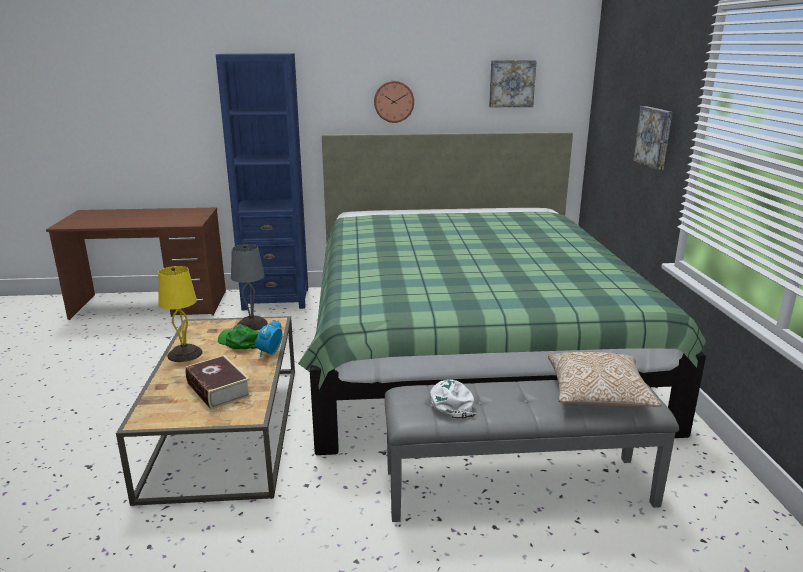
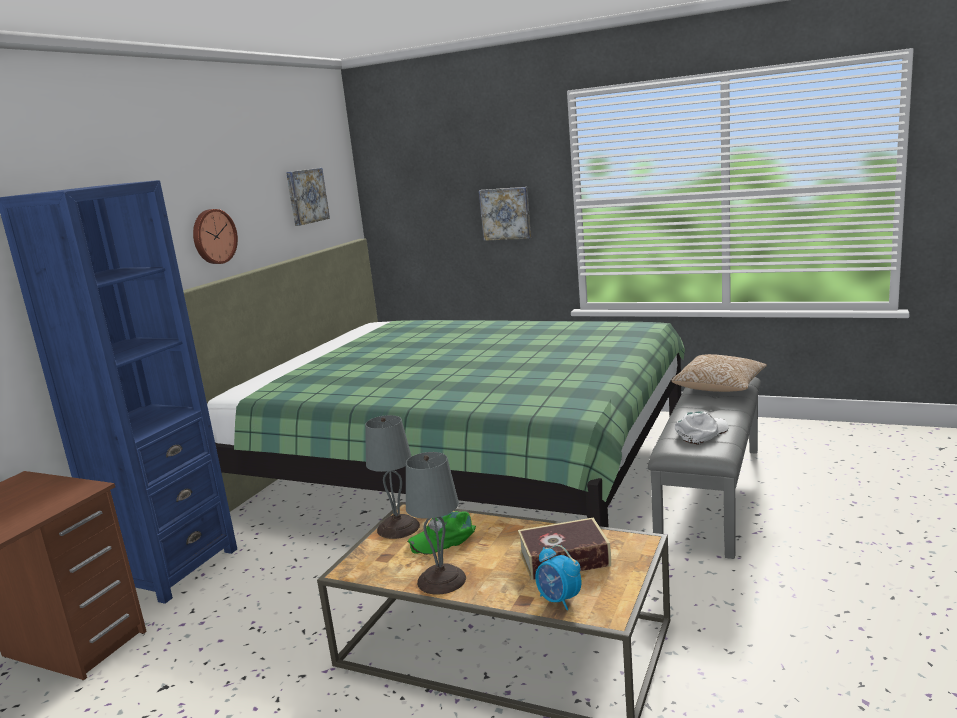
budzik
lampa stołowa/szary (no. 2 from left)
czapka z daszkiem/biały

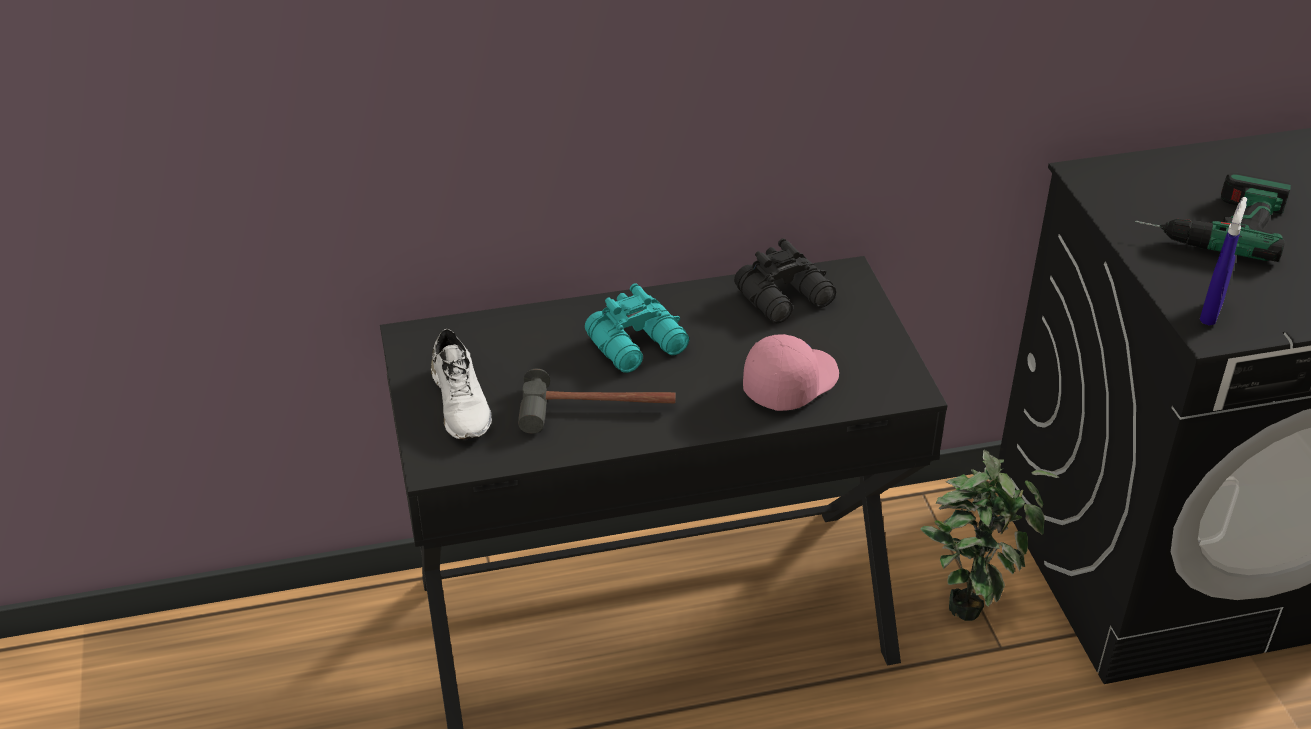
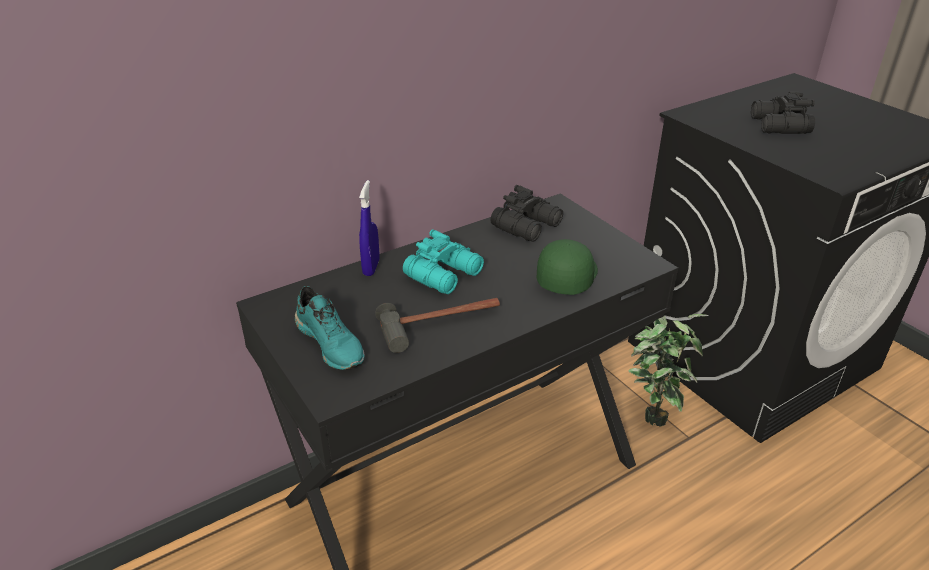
spryskiwacz/niebieski
lornetka/czarny (no. 2 from left)
but/turkusowy
czapka z daszkiem/zielony

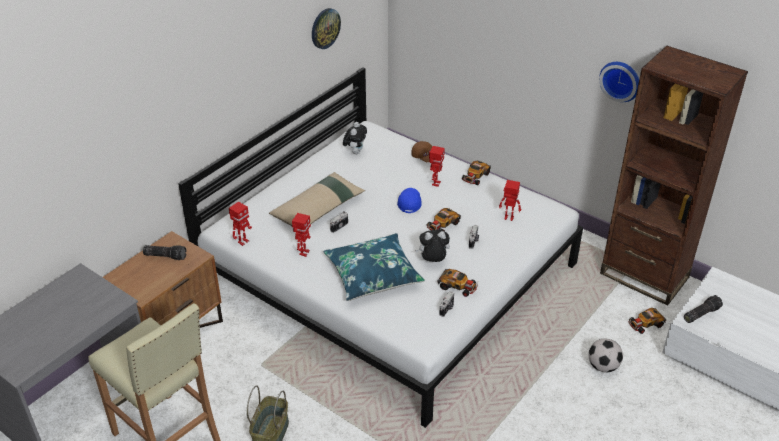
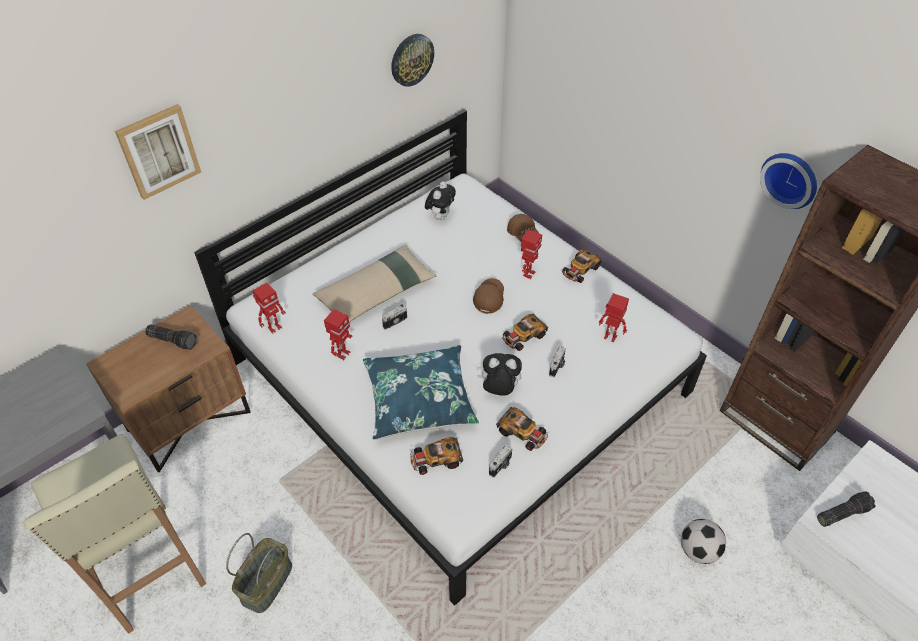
obraz
samochodzik (no. 1 from left)
czapka z daszkiem/brązowy (no. 1 from left)

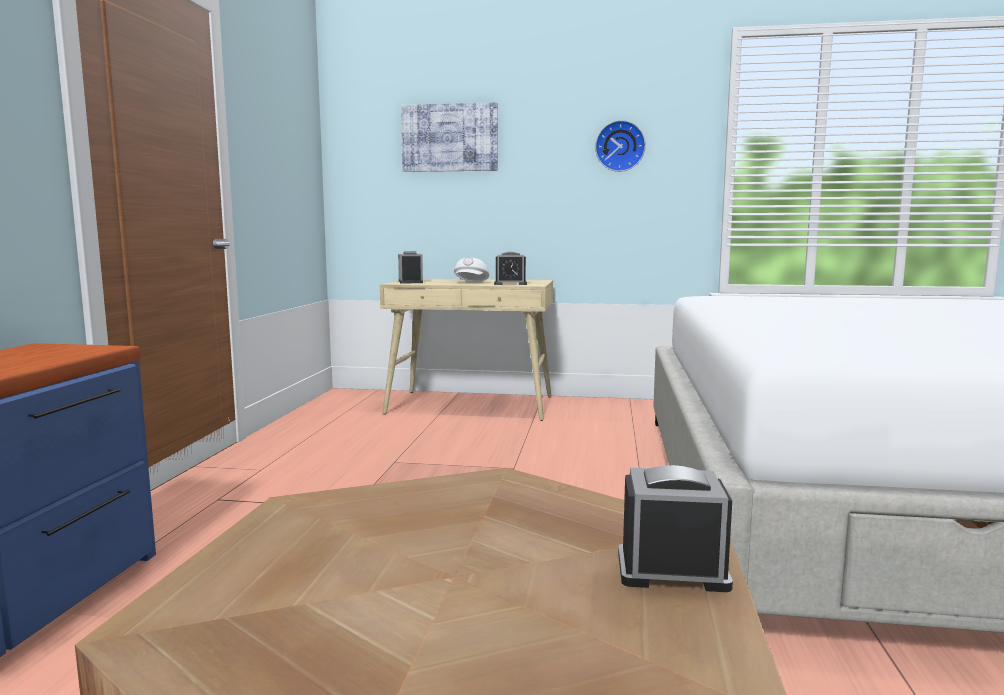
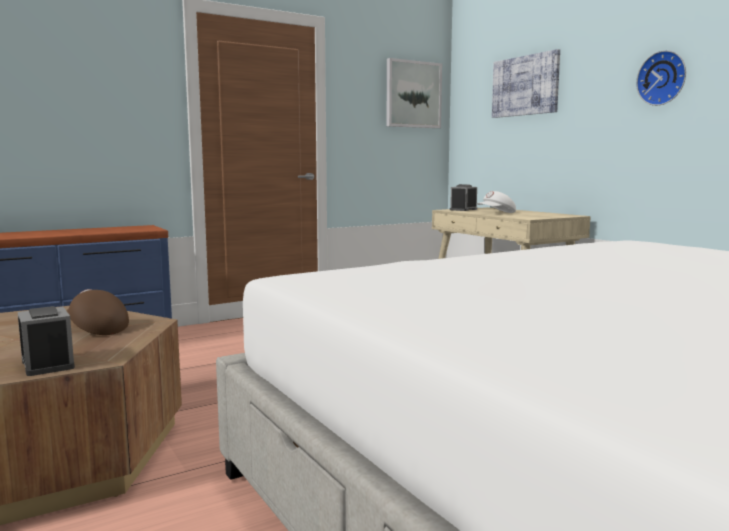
budzik (no. 2 from left in the first image)
czapka z daszkiem/brązowy
obraz (no. 1 from left)

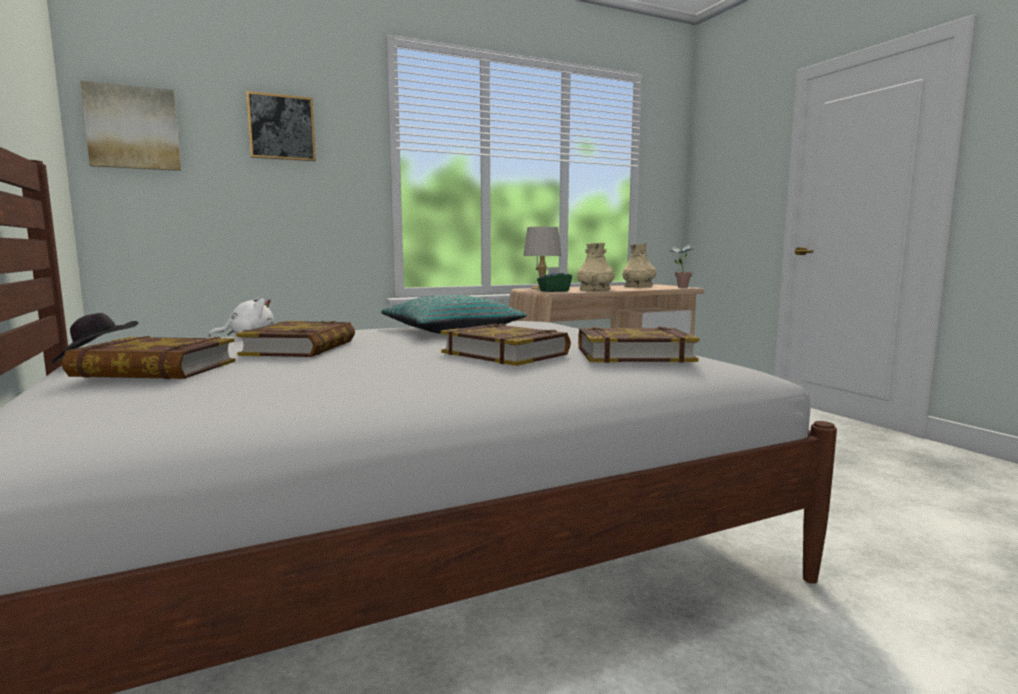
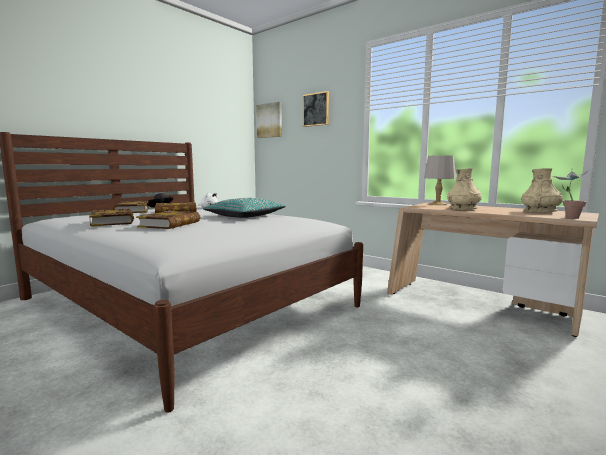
pudełko chusteczek/zielony
książka (no. 1 from left)

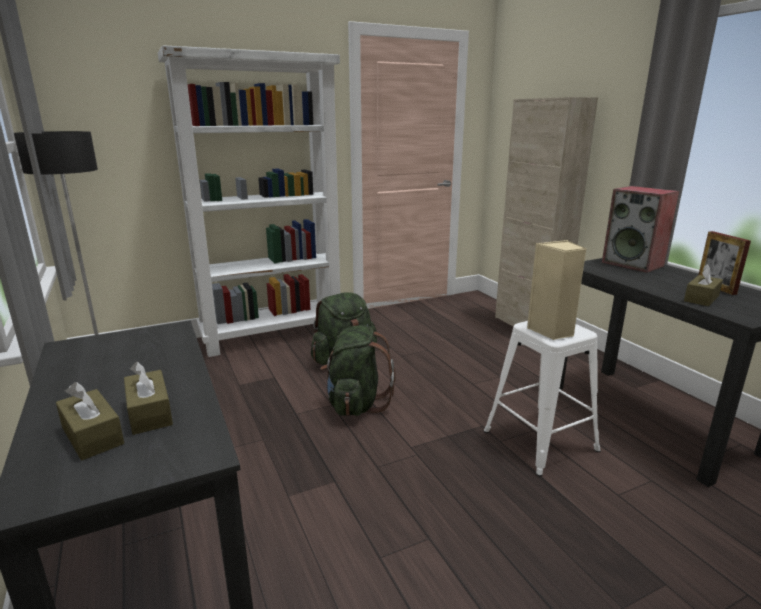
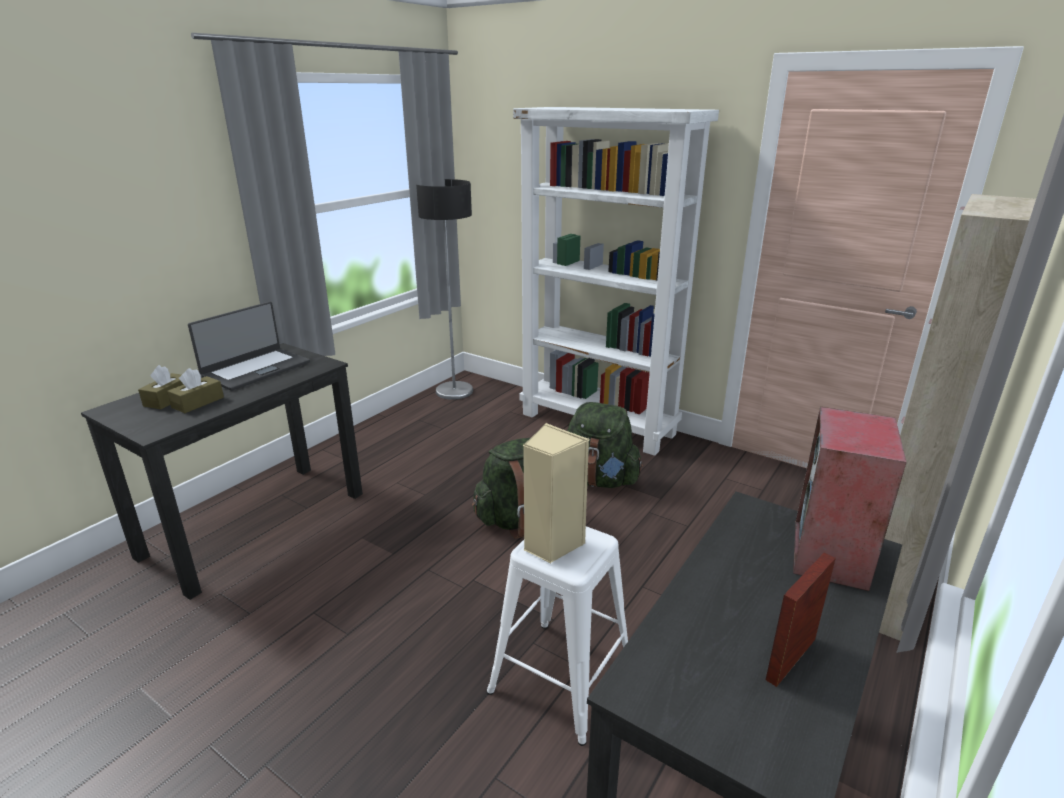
pudełko chusteczek/brązowy (no. 3 from left in the first image)
laptop

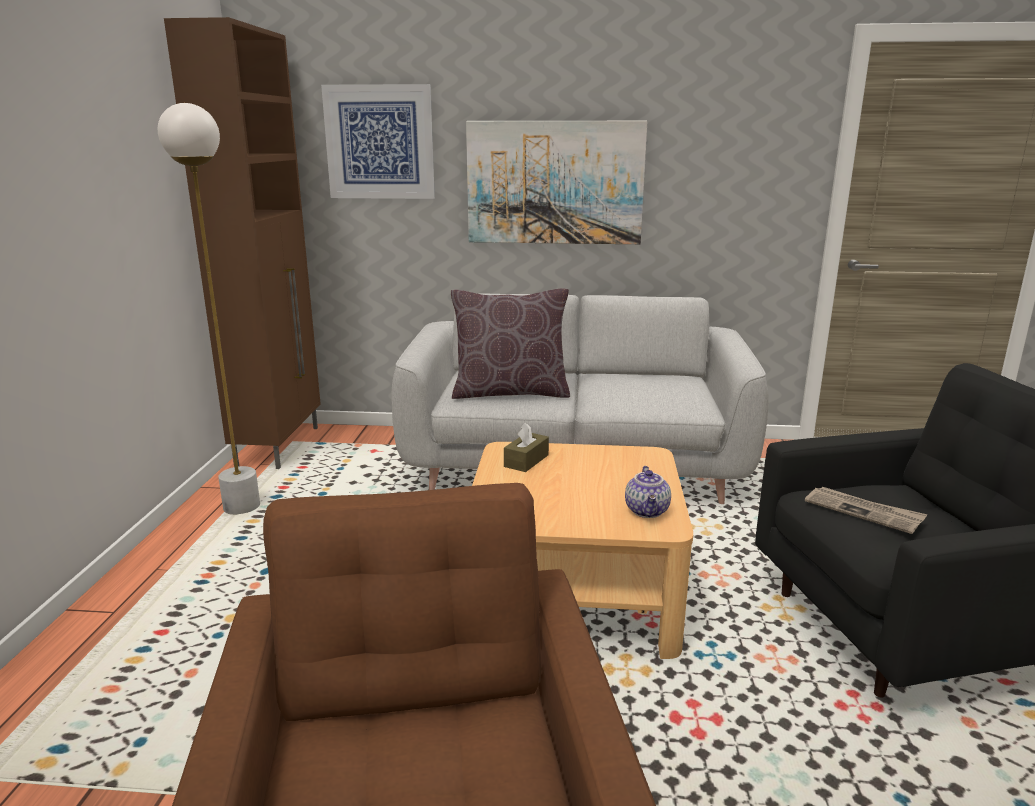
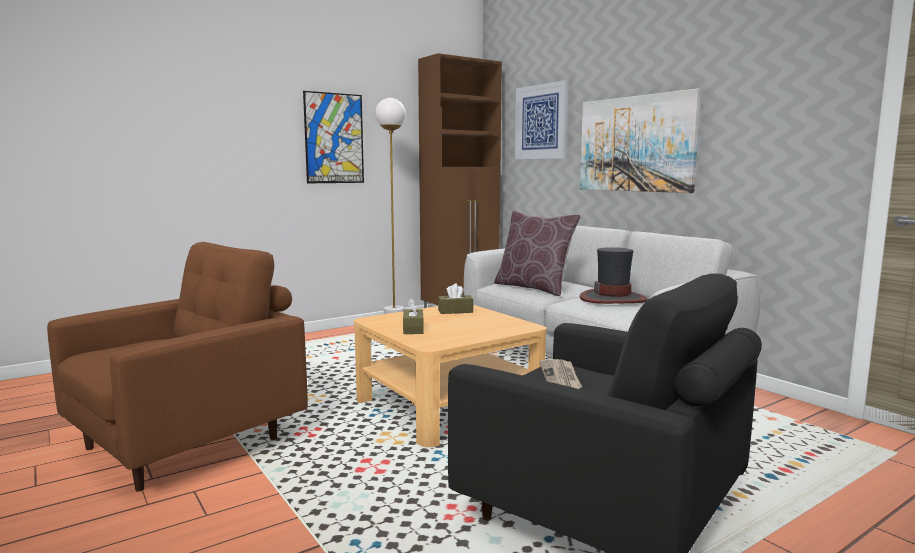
imbryk
obraz (no. 1 from left)
pudełko chusteczek/brązowy (no. 1 from left)
kapelusz

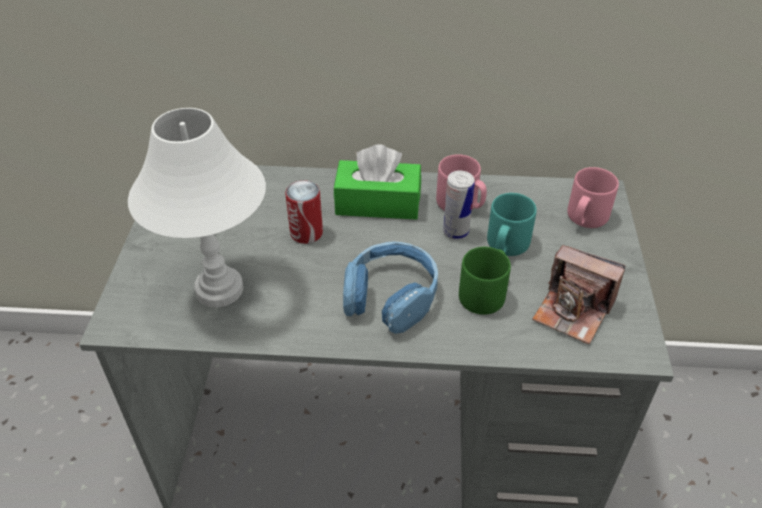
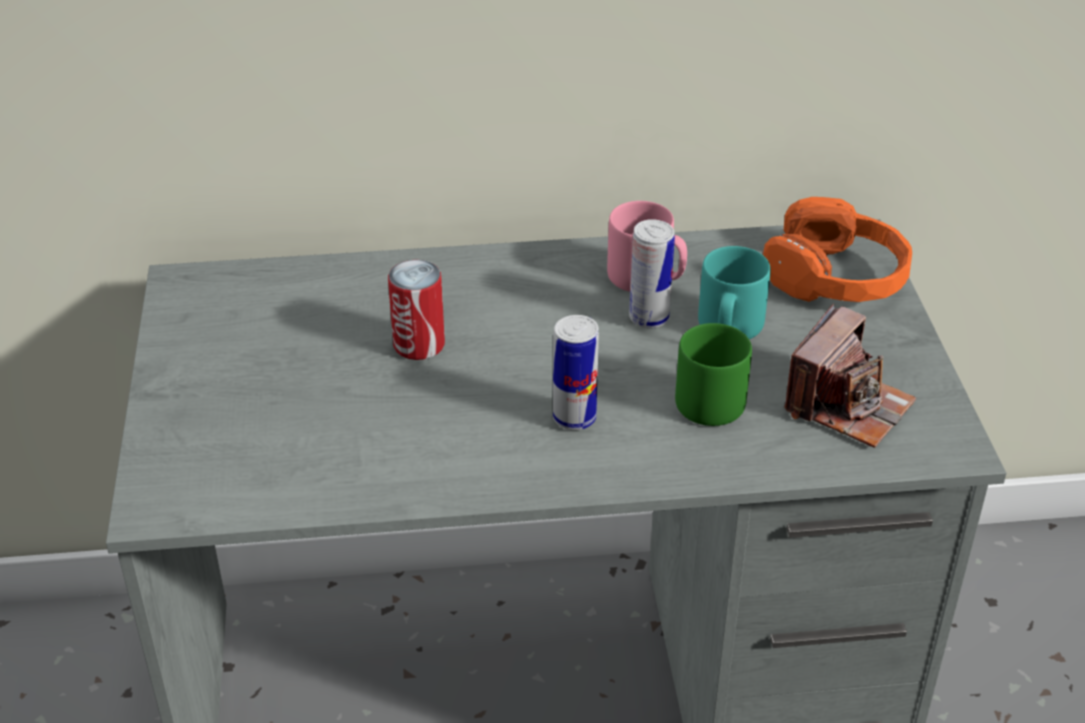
lampa stołowa/biały
pudełko chusteczek/zielony
puszka (no. 2 from left)
słuchawki/pomarańczowy
aparat fotograficzny

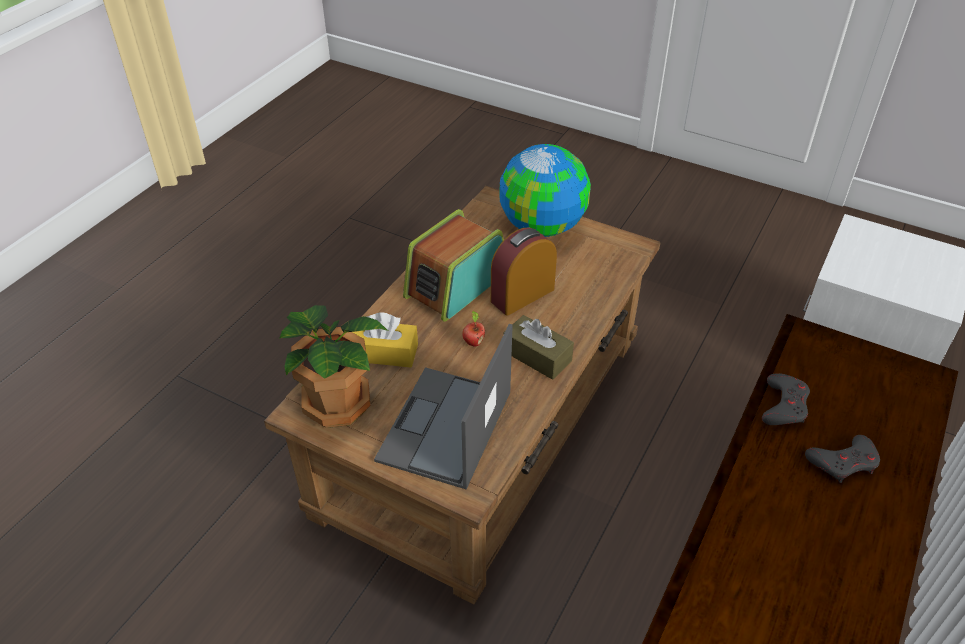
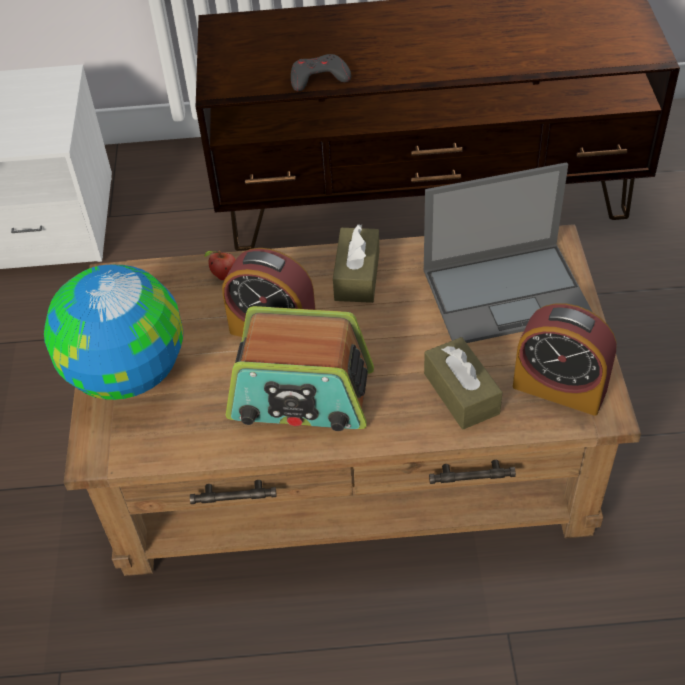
pad do gier/szary (no. 2 from left in the first image)
jabłko
budzik (no. 2 from left)
pudełko chusteczek/brązowy (no. 2 from left)

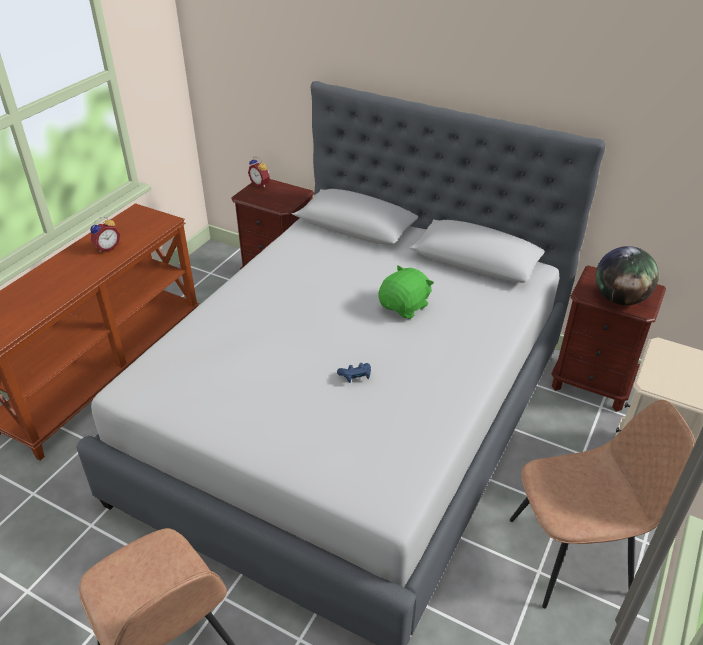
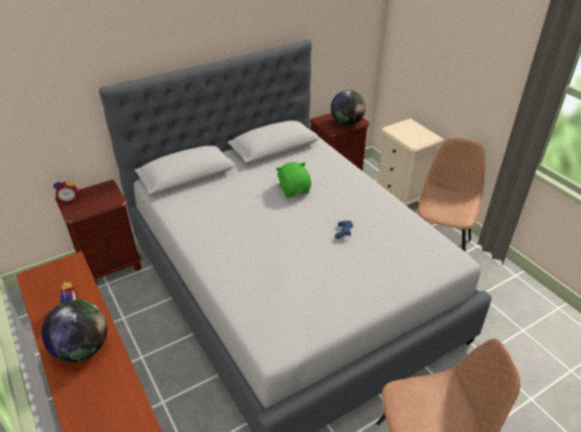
globus (no. 1 from left)

